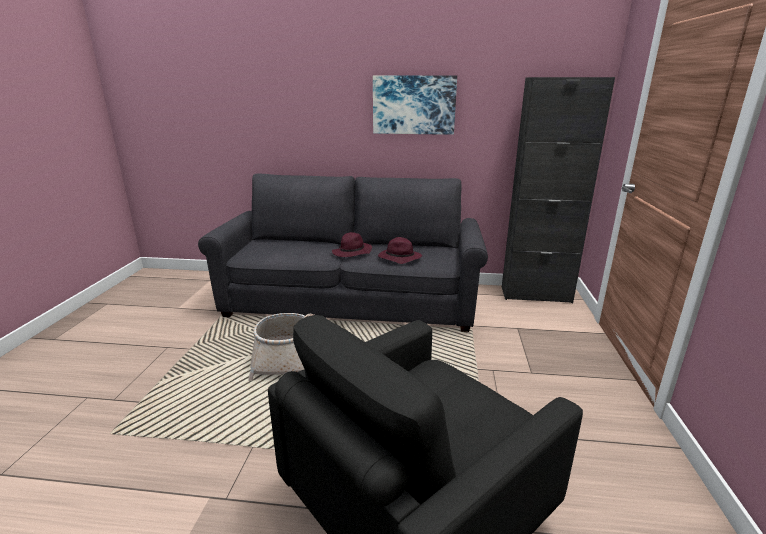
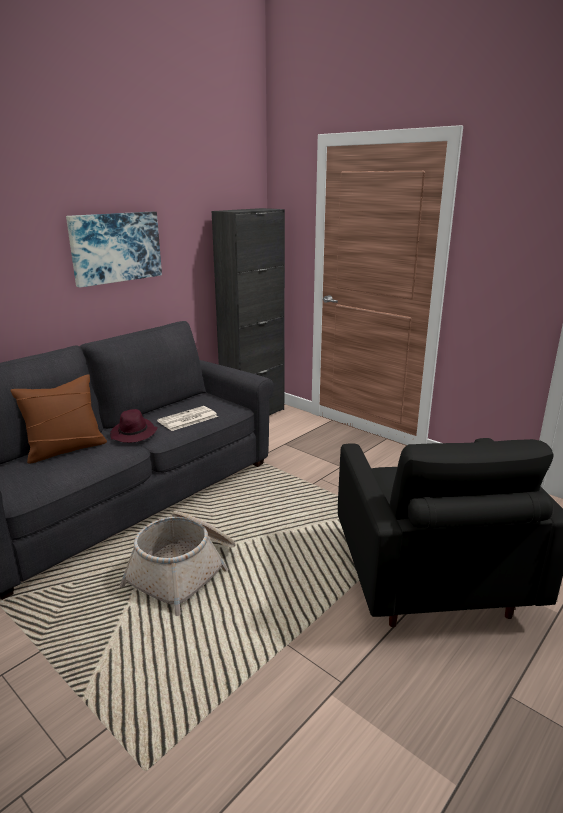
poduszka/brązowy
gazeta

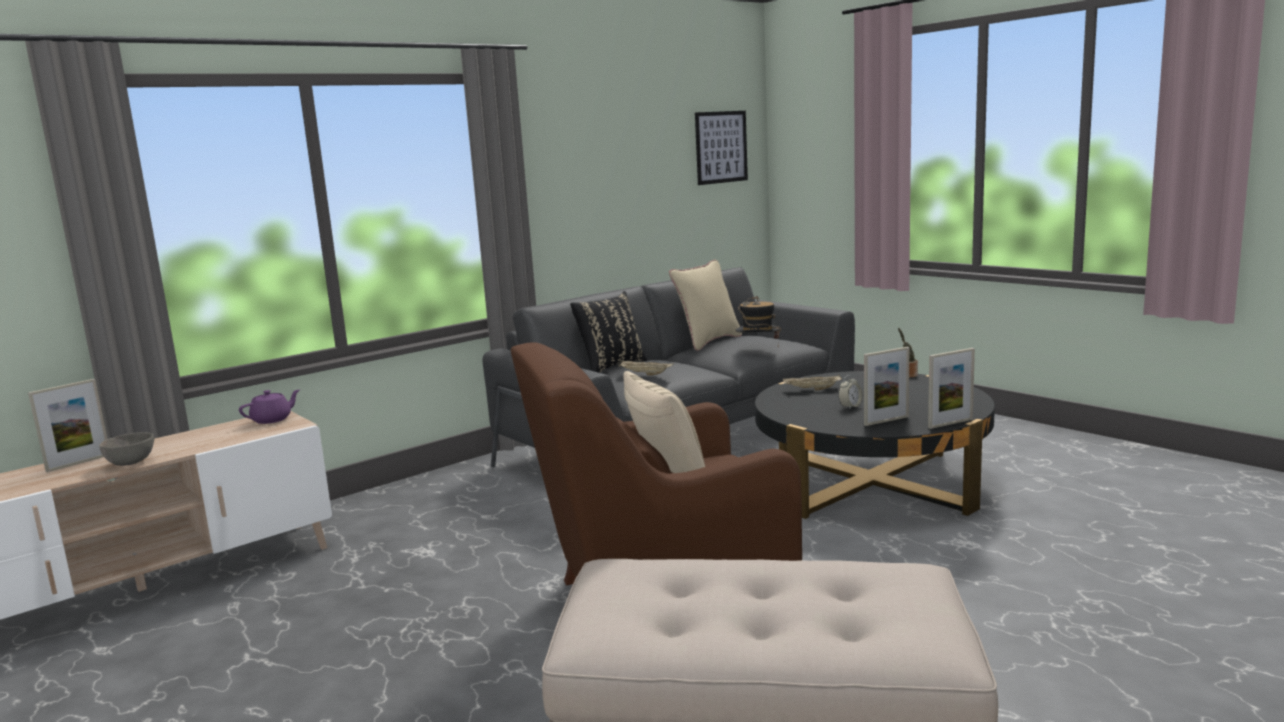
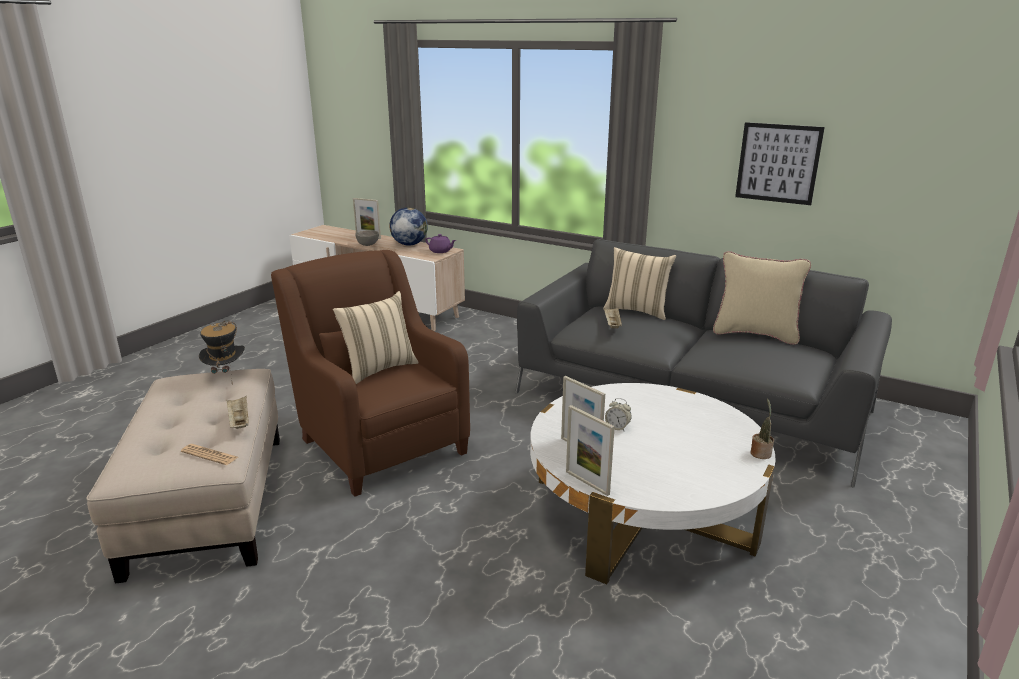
gazeta
globus
obraz
kapelusz
taca/beżowy (no. 1 from left)
poduszka/beżowy (no. 2 from left)
ława/biały

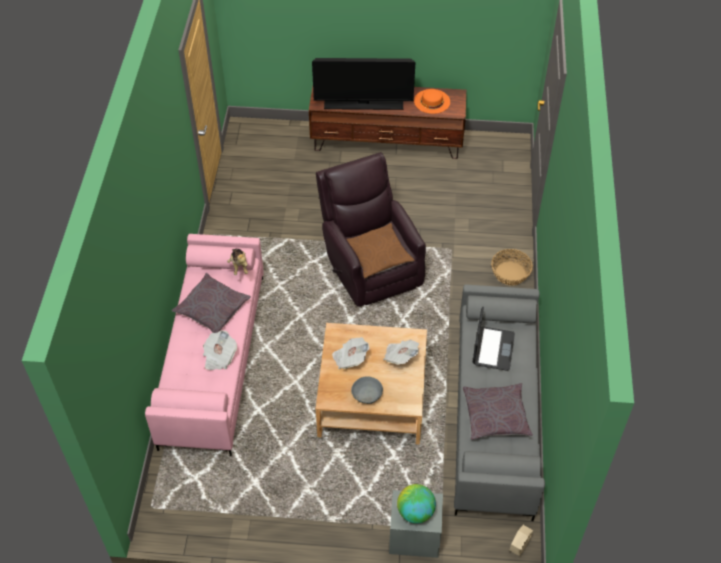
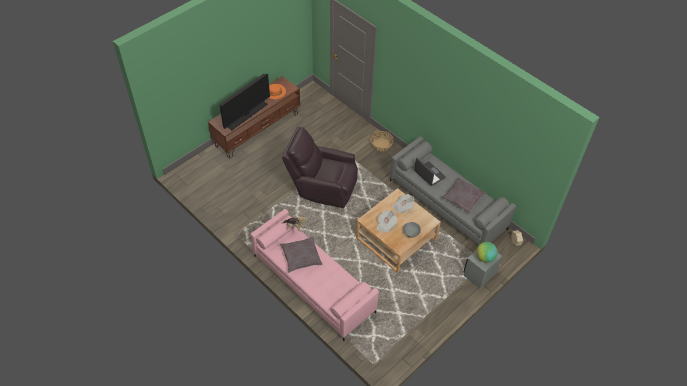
gazeta (no. 1 from left in the first image)
poduszka/brązowy

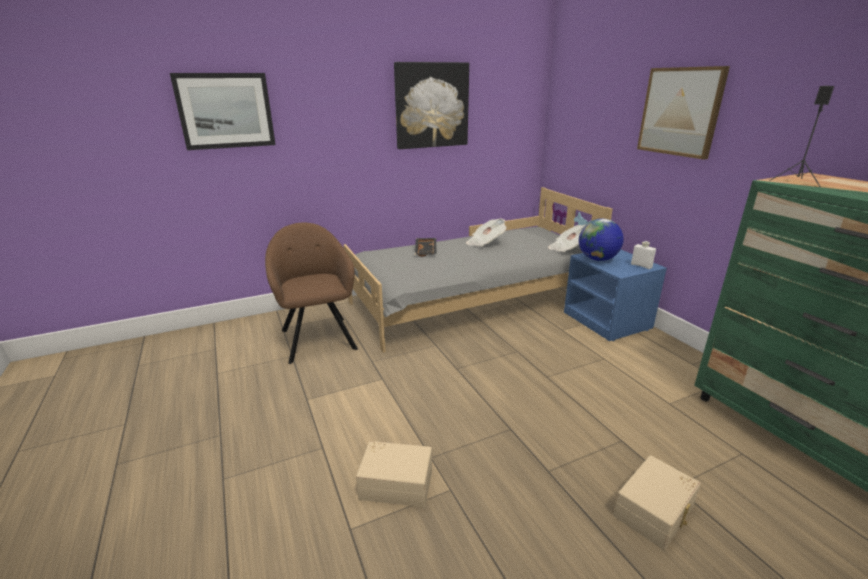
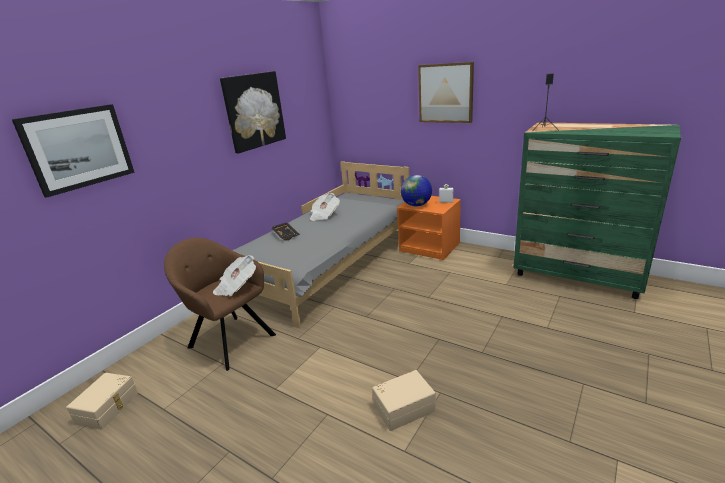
gazeta (no. 1 from left)
pojemnik do przechowywania/beżowy (no. 1 from left)
szafka nocna/pomarańczowy

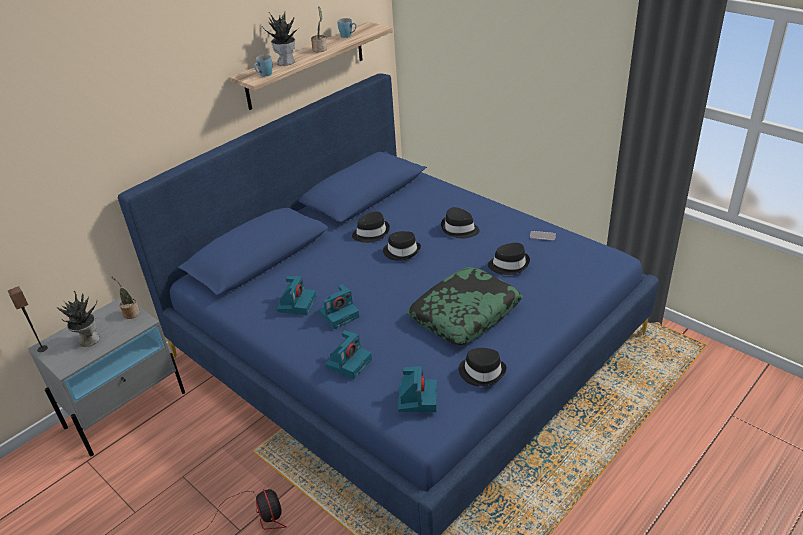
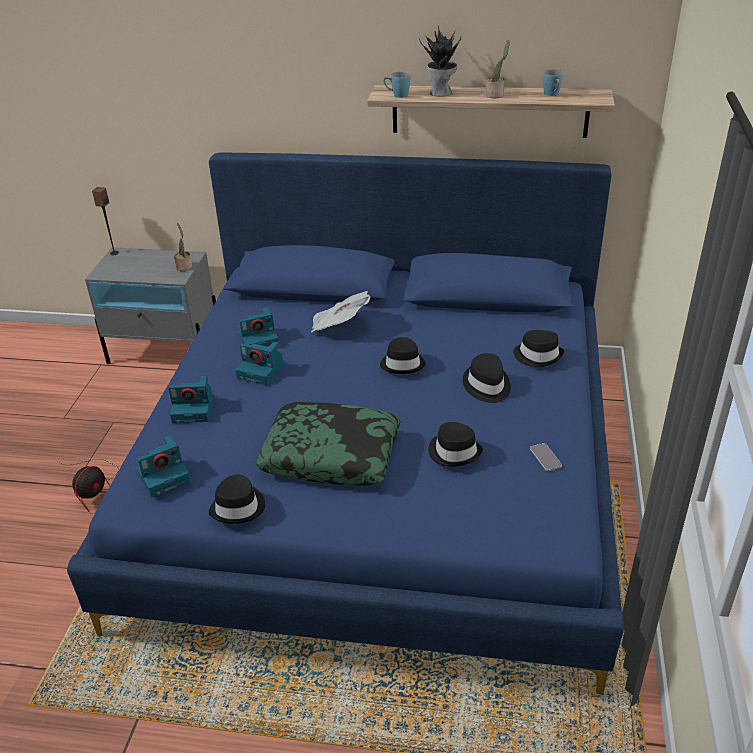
roślina doniczkowa (no. 1 from left in the first image)
gazeta
kapelusz/czarny (no. 5 from left)

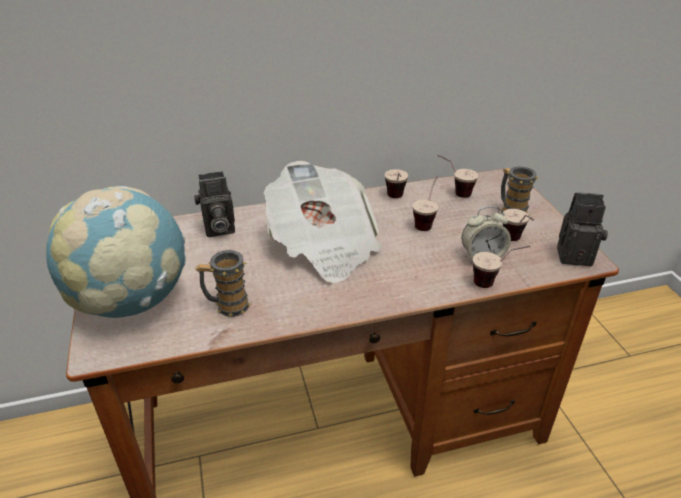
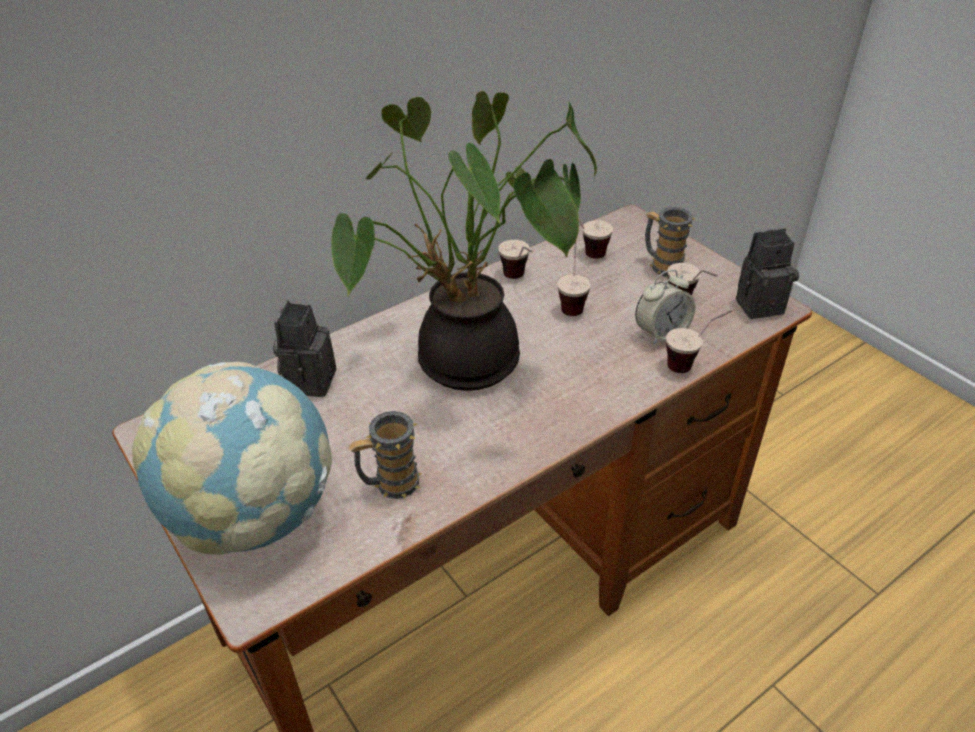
roślina doniczkowa
aparat fotograficzny (no. 1 from left)

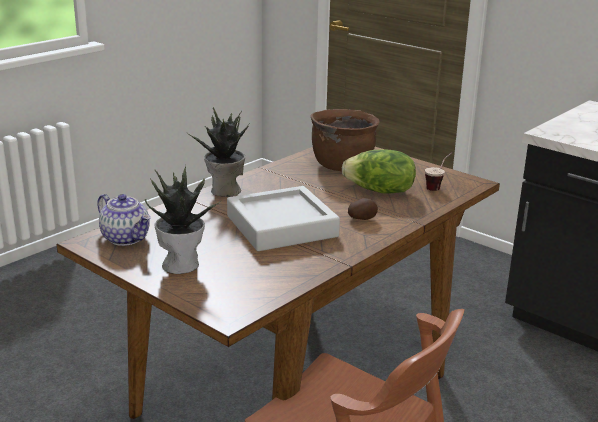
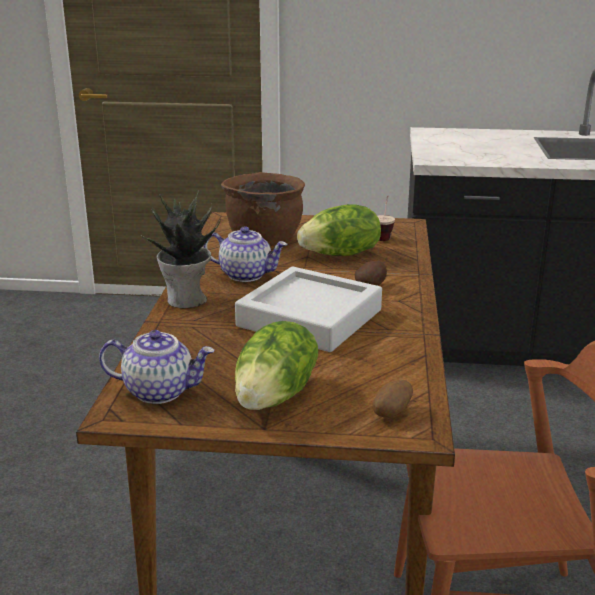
imbryk (no. 2 from left)
ziemniak (no. 2 from left)
sałata (no. 1 from left)

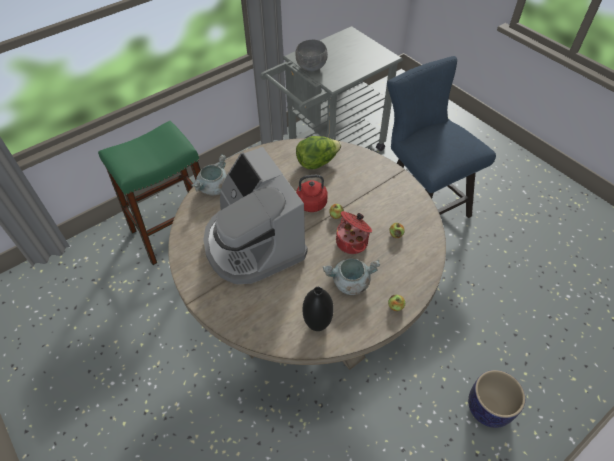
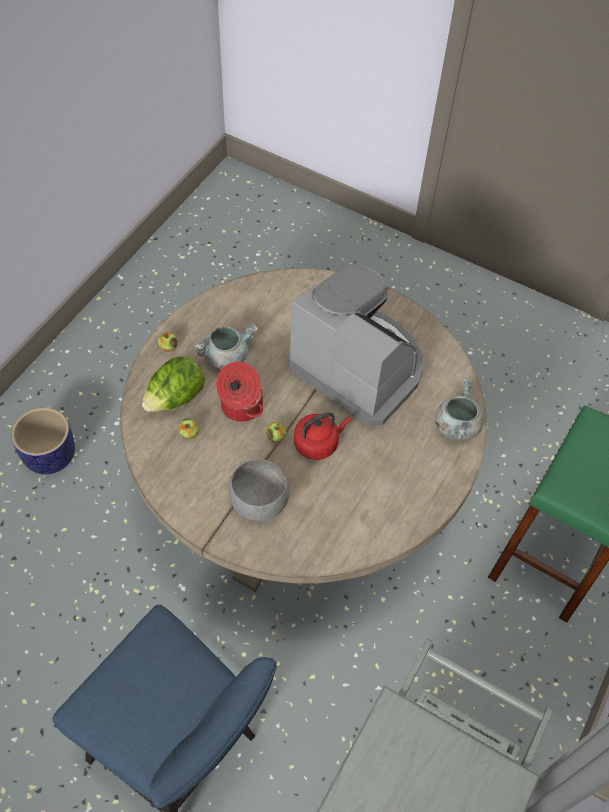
wazon/czarny
miska/szary
sałata

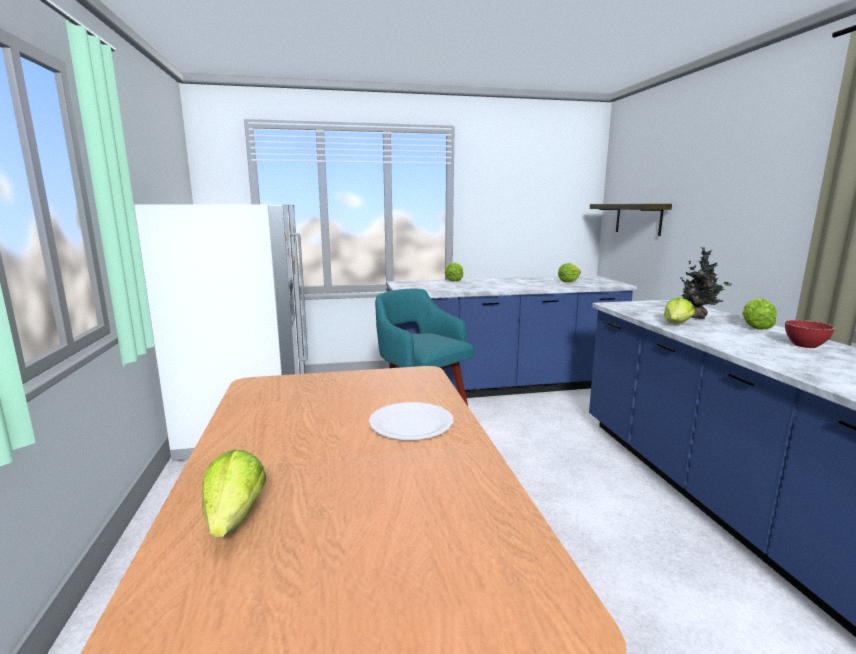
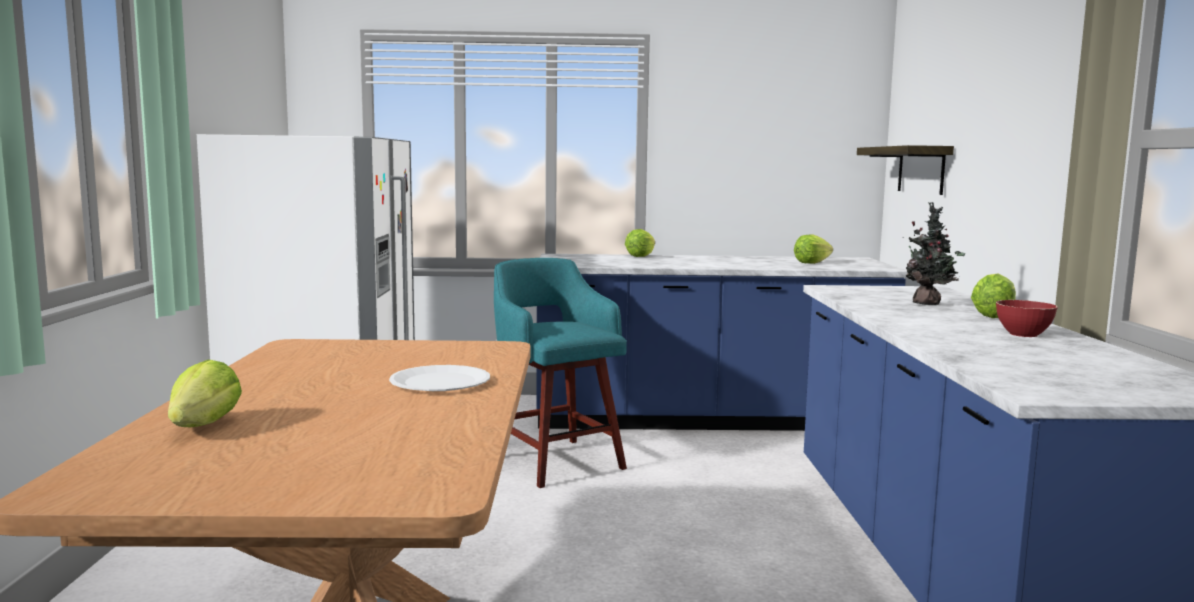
sałata (no. 4 from left in the first image)

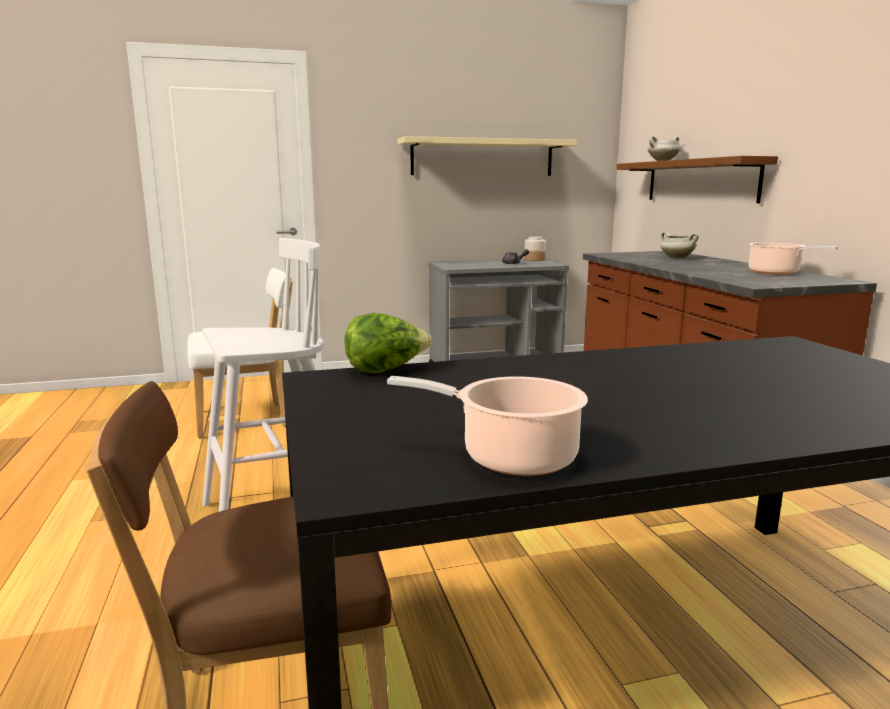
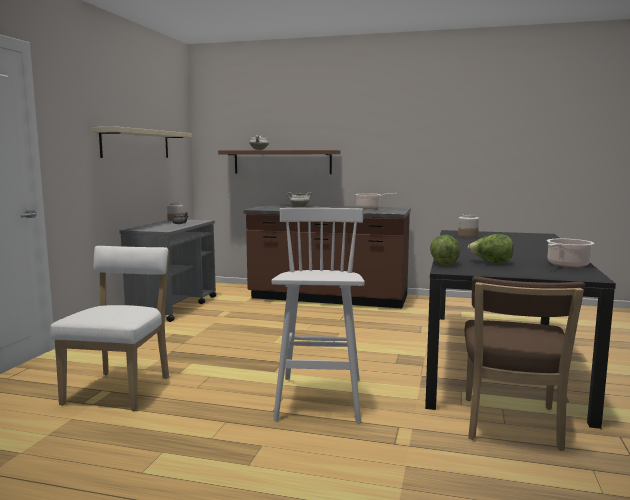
słoik (no. 2 from left)
sałata (no. 2 from left)

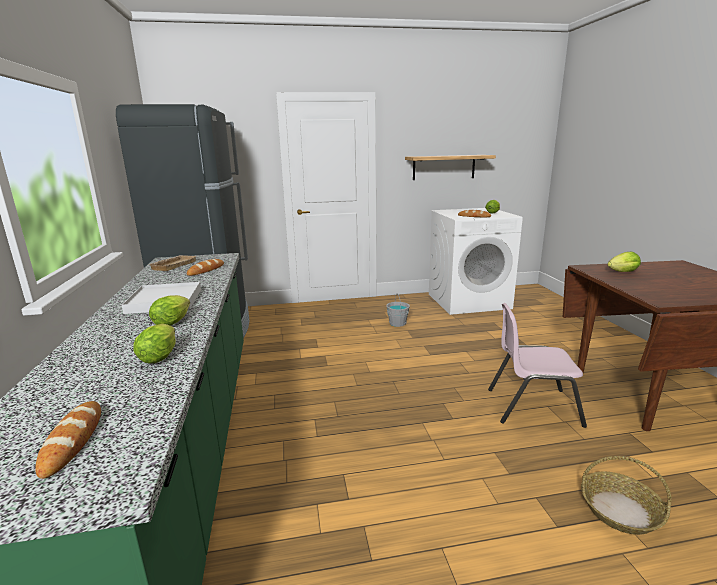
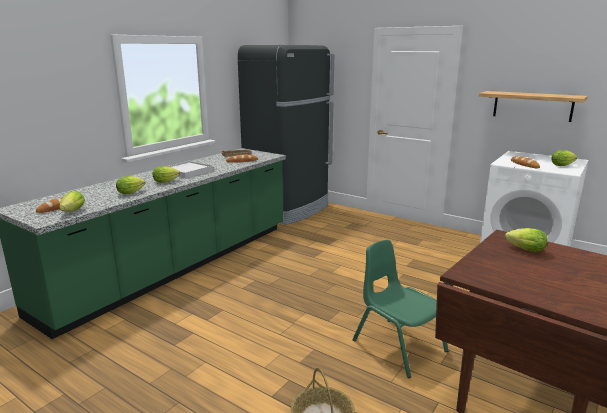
wiadro/szary
sałata (no. 1 from left)
krzesło/zielony

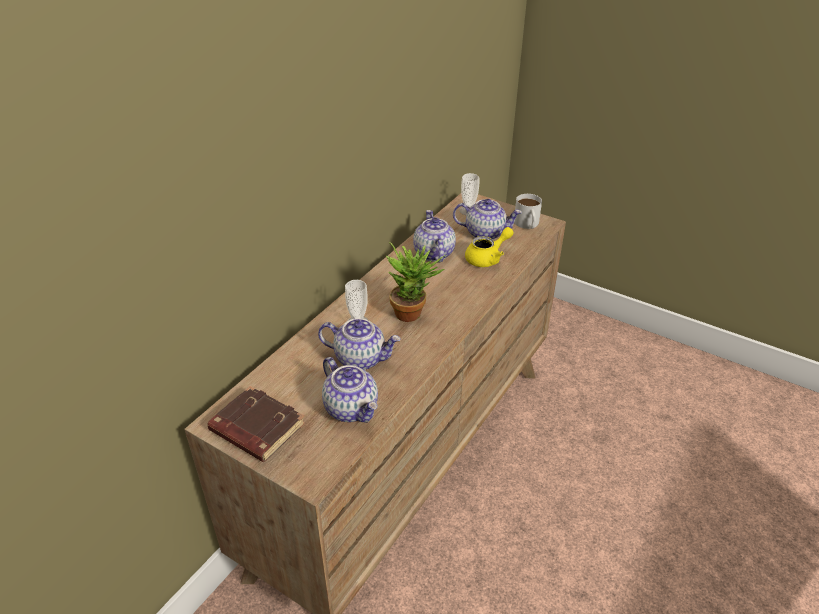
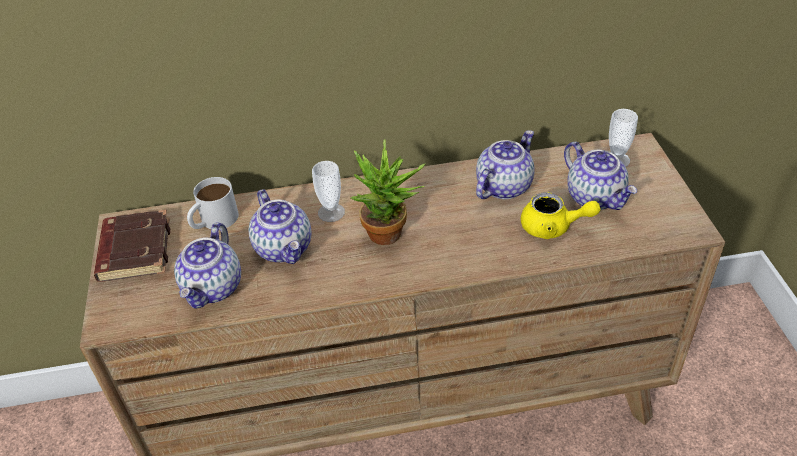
kubek/biały

